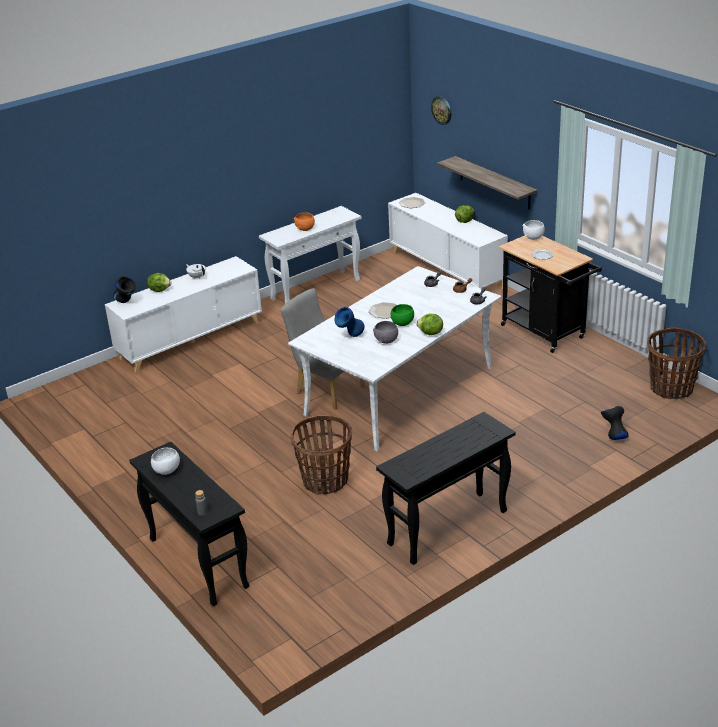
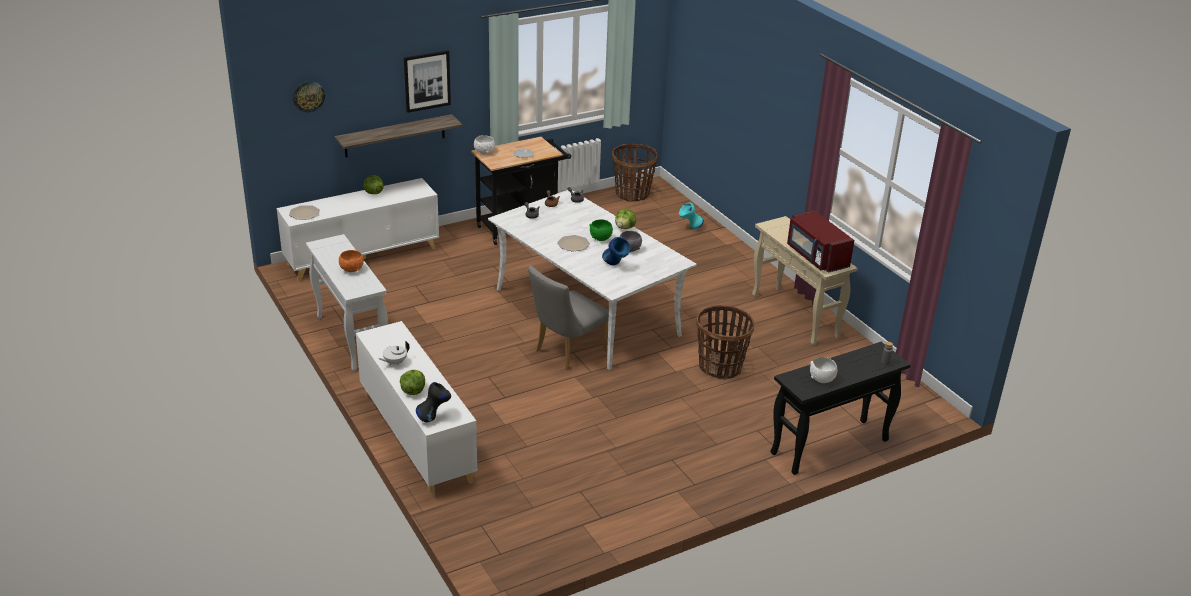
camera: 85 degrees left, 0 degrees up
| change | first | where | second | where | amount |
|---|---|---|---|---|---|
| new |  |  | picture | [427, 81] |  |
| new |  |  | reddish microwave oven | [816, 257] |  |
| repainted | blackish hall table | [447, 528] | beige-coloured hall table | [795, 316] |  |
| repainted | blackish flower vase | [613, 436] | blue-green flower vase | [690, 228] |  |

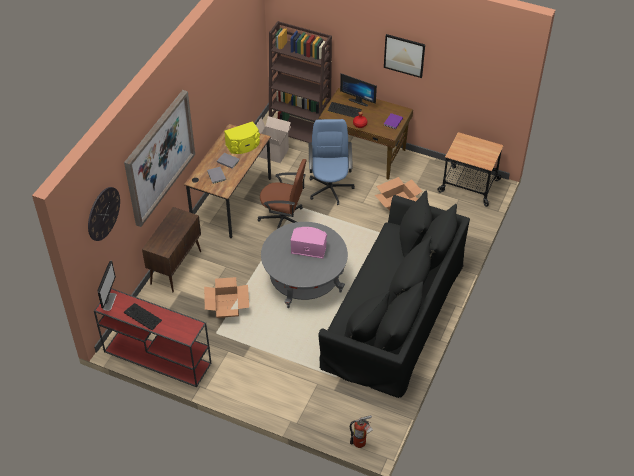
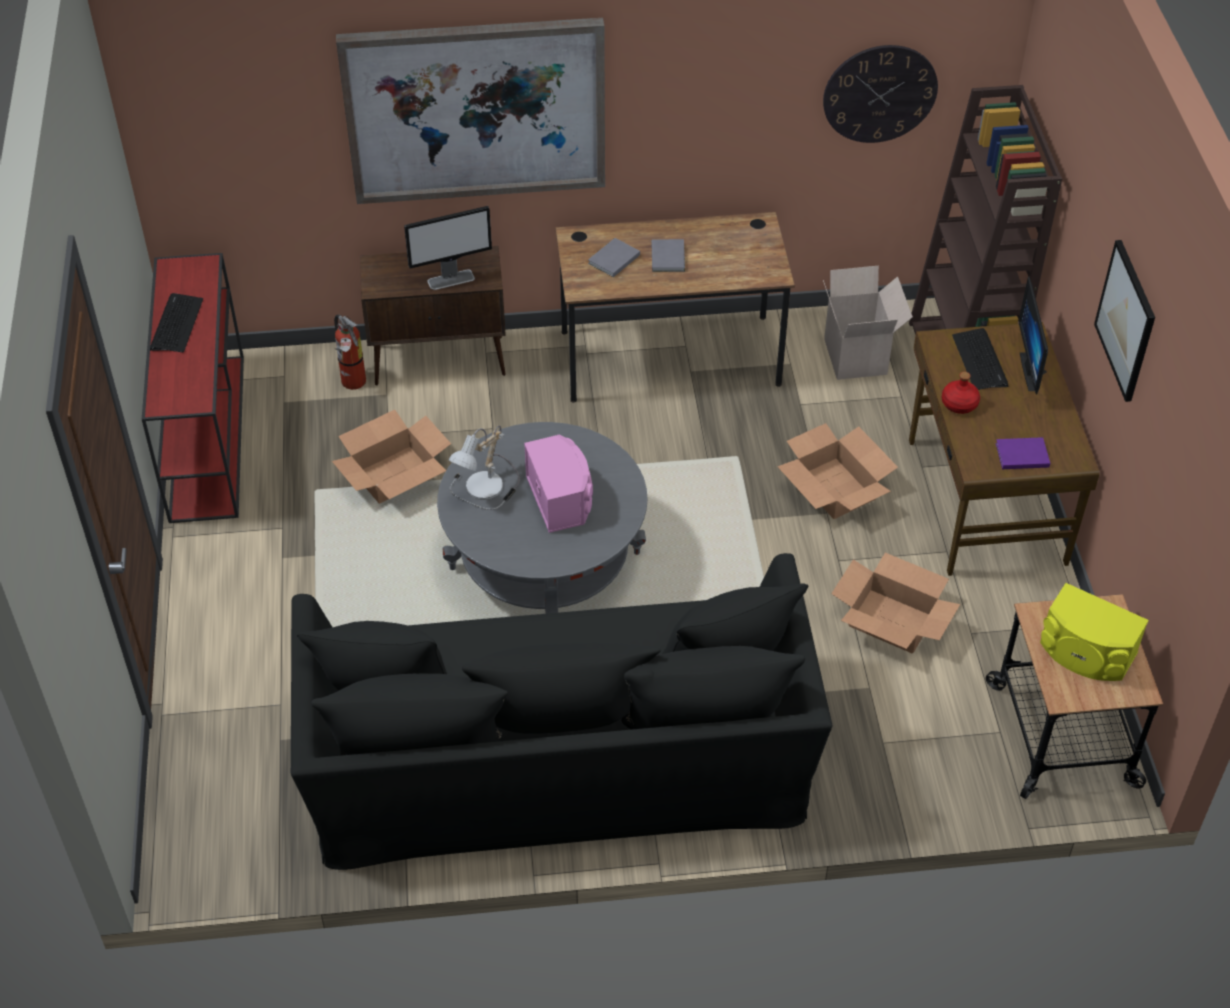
camera: 60 degrees right, 0 degrees up
| change | first | where | second | where | amount |
|---|---|---|---|---|---|
| gone | brownish desk chair | [283, 220] |  |  |  |
| new |  |  | table lamp | [486, 489] |  |
| shifted | hanging clock | [103, 213] |  | [880, 93] |  |
| shifted | monitor | [109, 301] |  | [451, 279] |  |
| shifted | yellow audio speaker | [243, 145] |  | [1085, 653] |  |
| shifted | fire extinguisher | [361, 443] |  | [353, 384] |  |
| swapped | bluish desk chair | [330, 188] | packing box | [835, 488] |  |

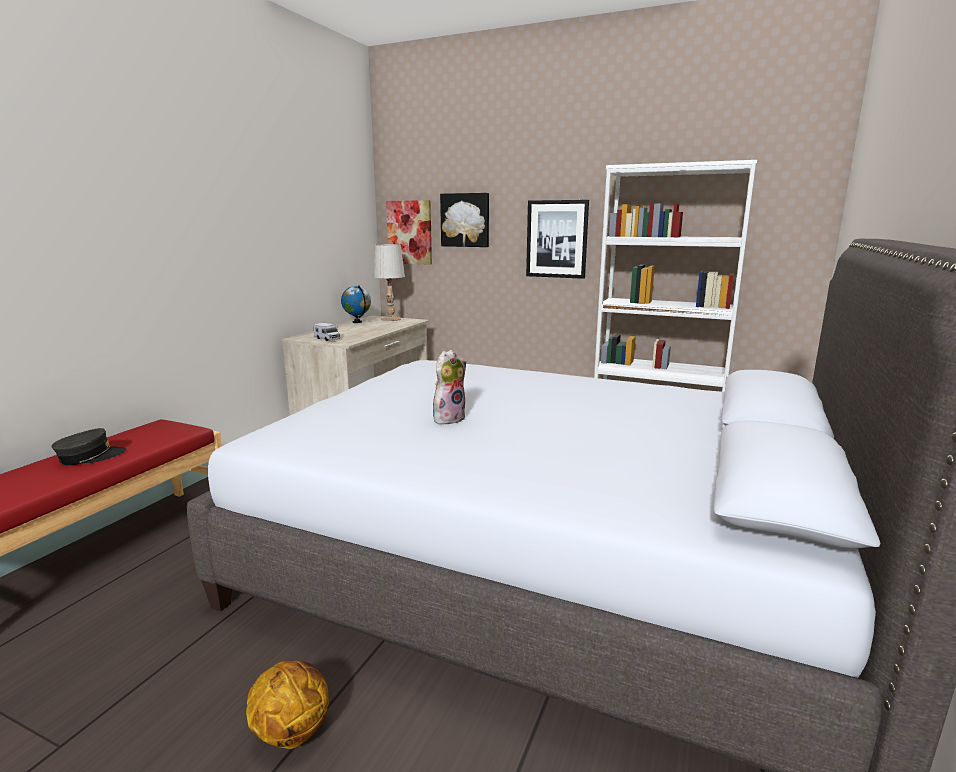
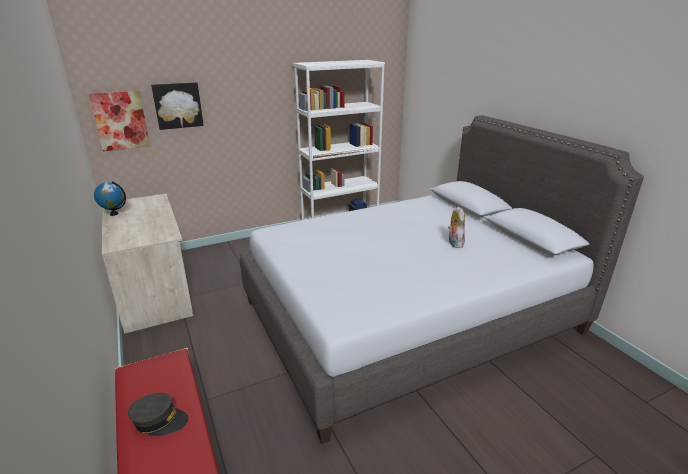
camera: 50 degrees left, 10 degrees up
| change | first | where | second | where | amount |
|---|---|---|---|---|---|
| gone | basketball | [291, 731] |  |  |  |
| gone | toy lorry | [327, 339] |  |  |  |
| gone | white-coloured table lamp | [390, 319] |  |  |  |
| gone | picture | [557, 239] |  |  |  |
| shifted | soft toy | [448, 418] |  | [454, 243] |  |
| rotated | gray cap | [90, 457] |  | [159, 420] | 90 degrees clockwise |

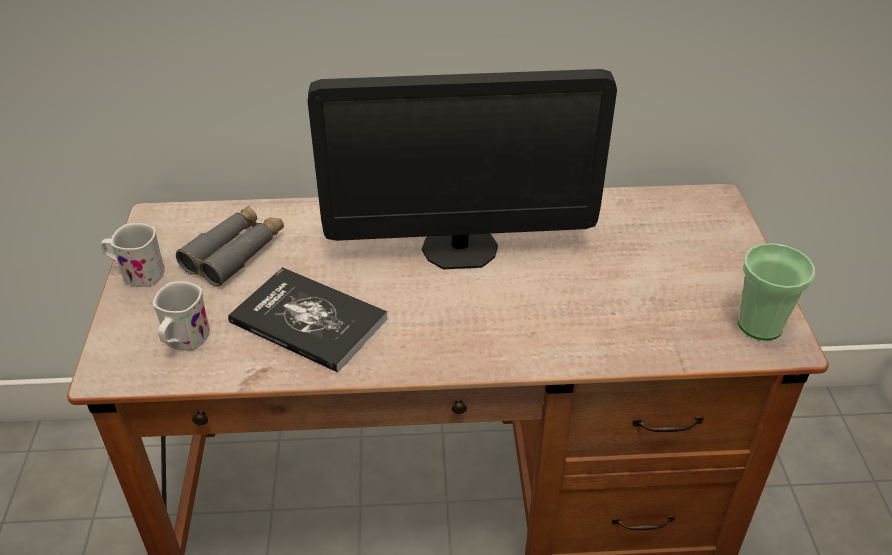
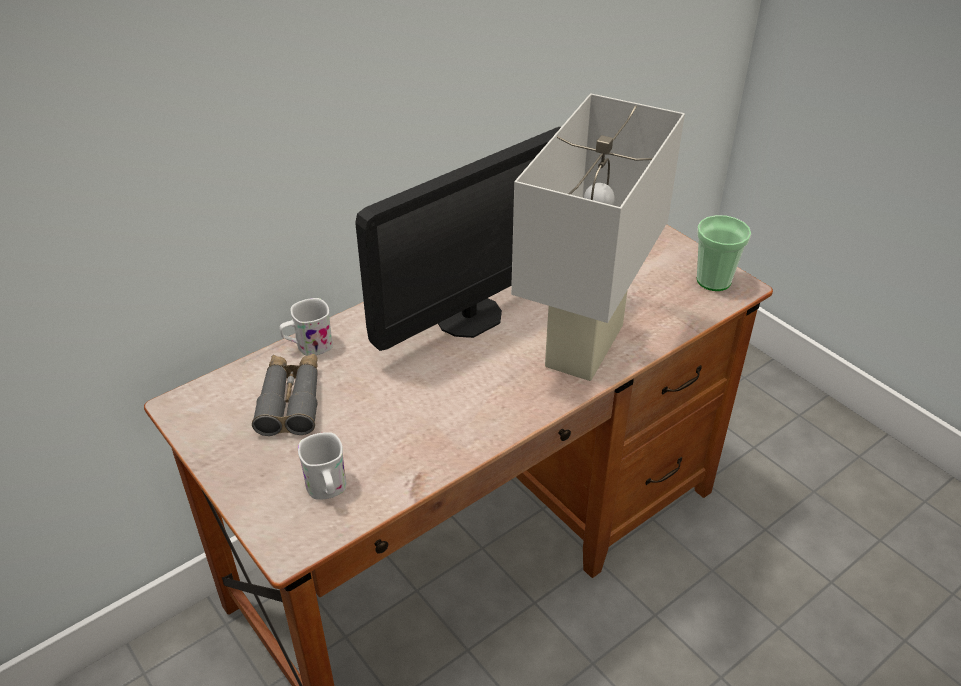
camera: 35 degrees left, 0 degrees up
| change | first | where | second | where | amount |
|---|---|---|---|---|---|
| gone | book | [308, 320] |  |  |  |
| new |  |  | white-coloured table lamp | [584, 346] |  |
| shifted | white-coloured coffee mug | [137, 274] |  | [308, 346] |  |

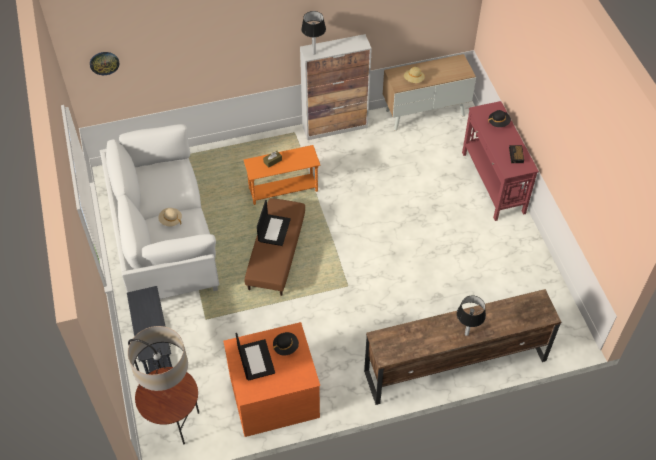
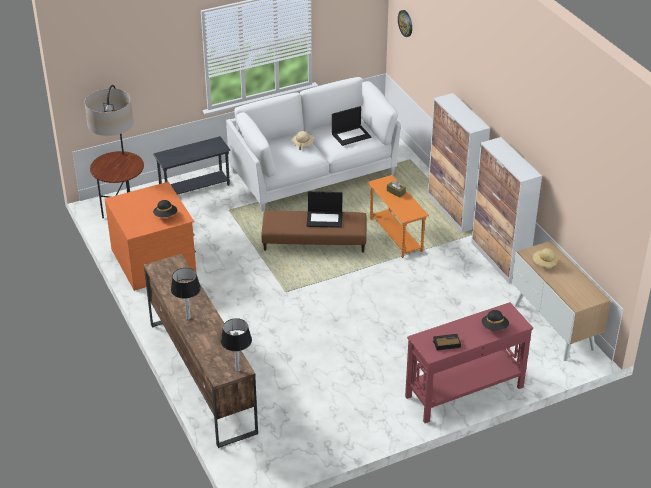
camera: 80 degrees right, 15 degrees down
| change | first | where | second | where | amount |
|---|---|---|---|---|---|
| new |  |  | cabinet | [453, 211] |  |
| shifted | notebook computer | [255, 359] |  | [351, 135] |  |
| shifted | table lamp | [313, 53] |  | [238, 370] |  |

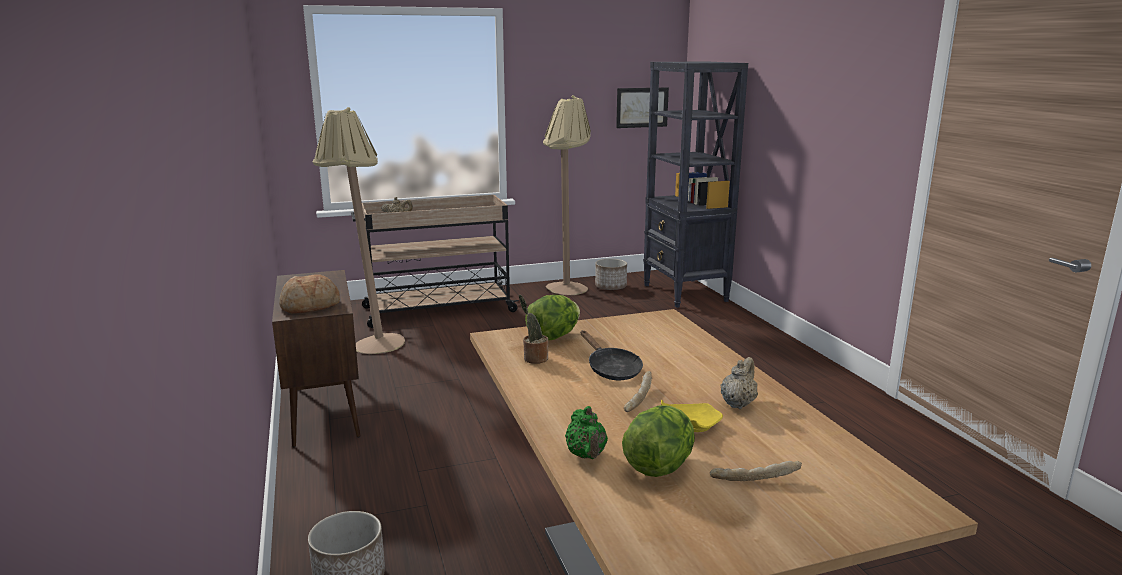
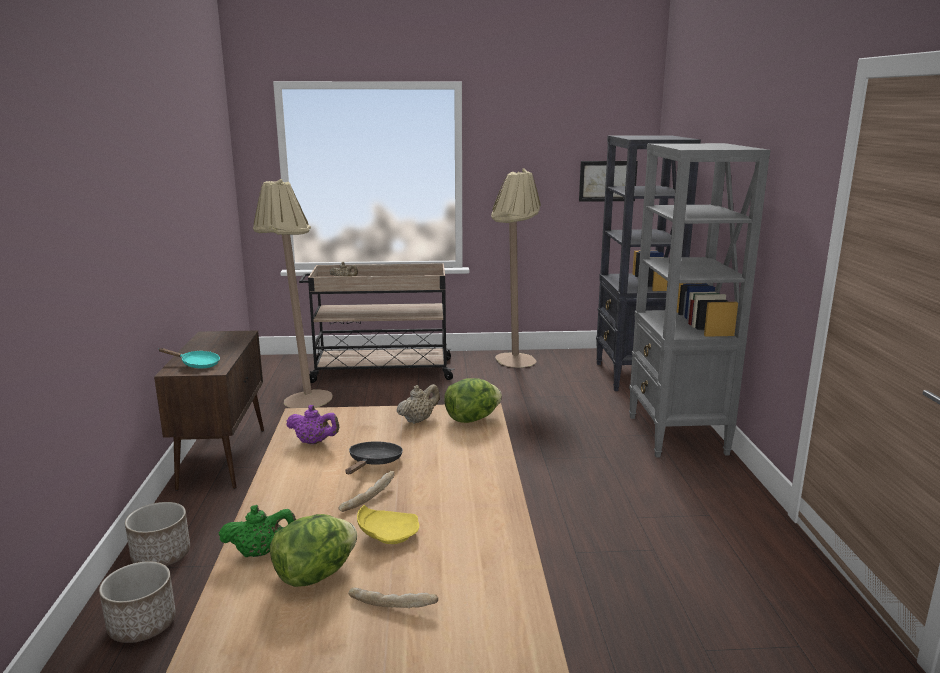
camera: 15 degrees right, 0 degrees up
| change | first | where | second | where | amount |
|---|---|---|---|---|---|
| new |  |  | gray shelving unit | [676, 435] |  |
| shifted | lettuce | [553, 336] |  | [472, 419] |  |
| shifted | planter | [610, 287] |  | [161, 555] |  |
| shifted | beige-coloured tea pot | [738, 403] |  | [418, 420] |  |
| swapped | bakery bread | [310, 306] | blue-green frying pan | [197, 364] |  |
| swapped | potted plant | [534, 358] | purple tea pot | [314, 442] |  |
| rotated | green tea pot | [586, 456] |  | [260, 552] | 105 degrees counterclockwise |
| rotated | blackish frying pan | [611, 369] |  | [373, 463] | 150 degrees counterclockwise |

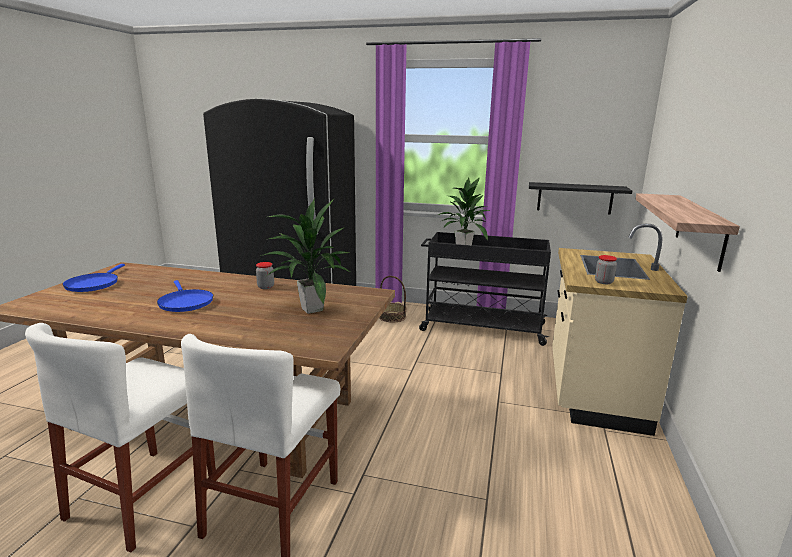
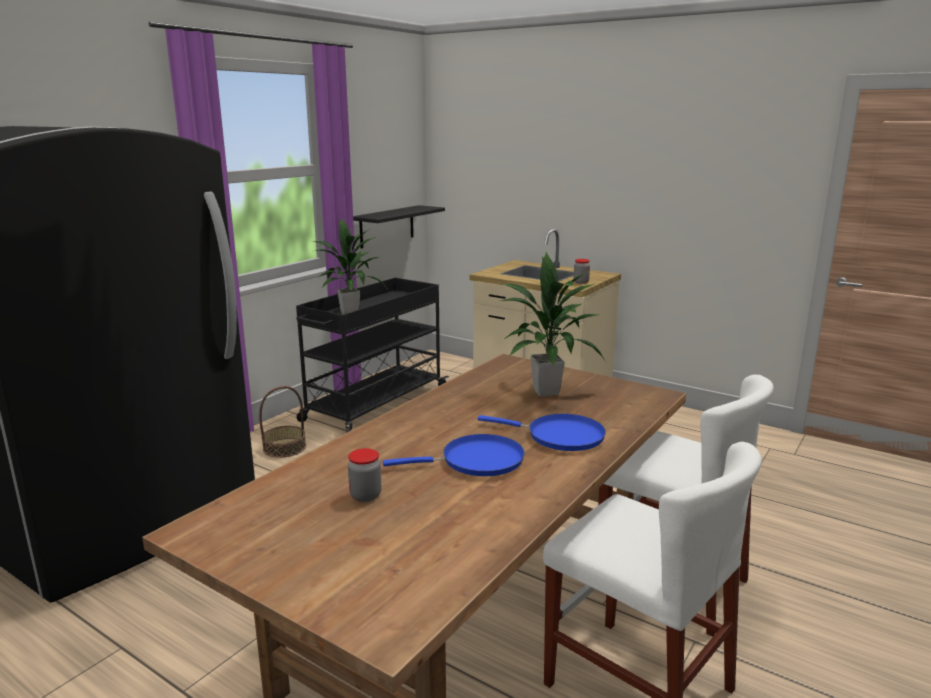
camera: 70 degrees left, 0 degrees up
| change | first | where | second | where | amount |
|---|---|---|---|---|---|
| gone | shelf | [700, 230] |  |  |  |
| shifted | bluish frying pan | [94, 284] |  | [559, 436] |  |
| shifted | preserve jar | [266, 287] |  | [365, 496] |  |

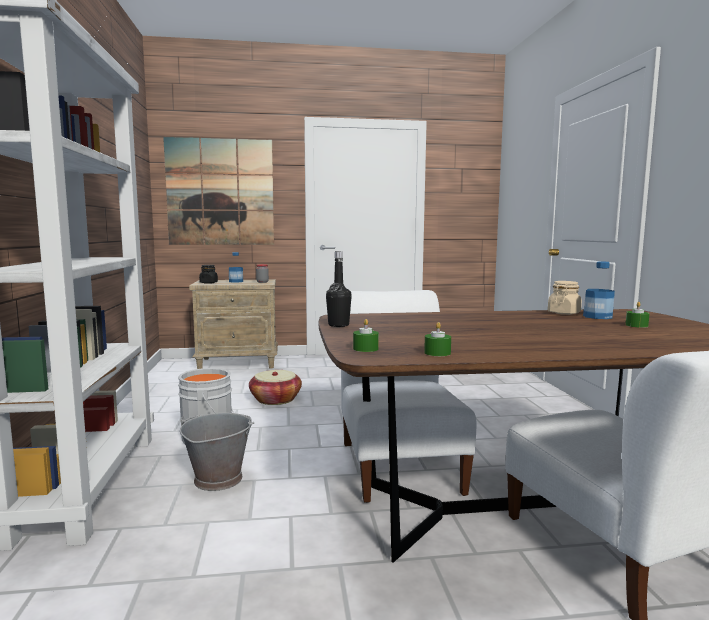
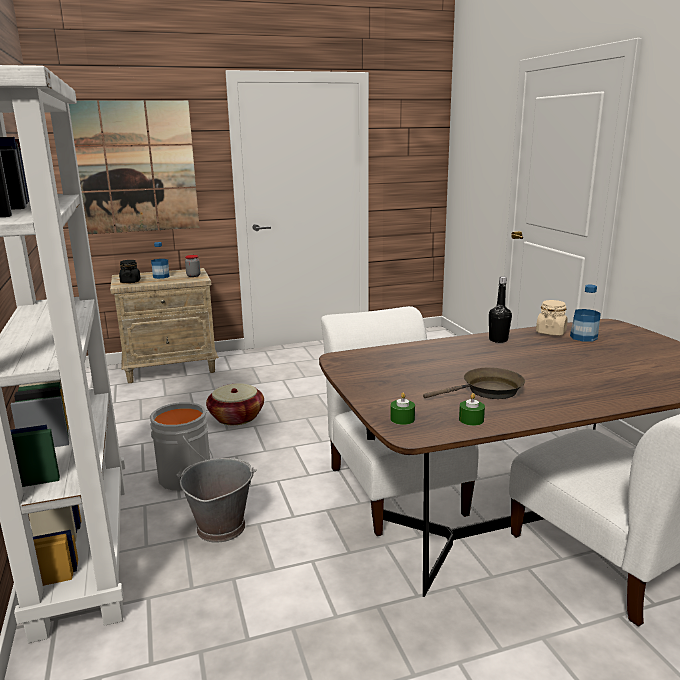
camera: 10 degrees left, 10 degrees up
| change | first | where | second | where | amount |
|---|---|---|---|---|---|
| gone | green wax light | [636, 325] |  |  |  |
| new |  |  | brownish frying pan | [487, 391] |  |
| shifted | blackish beverage bottle | [338, 325] |  | [498, 340] |  |

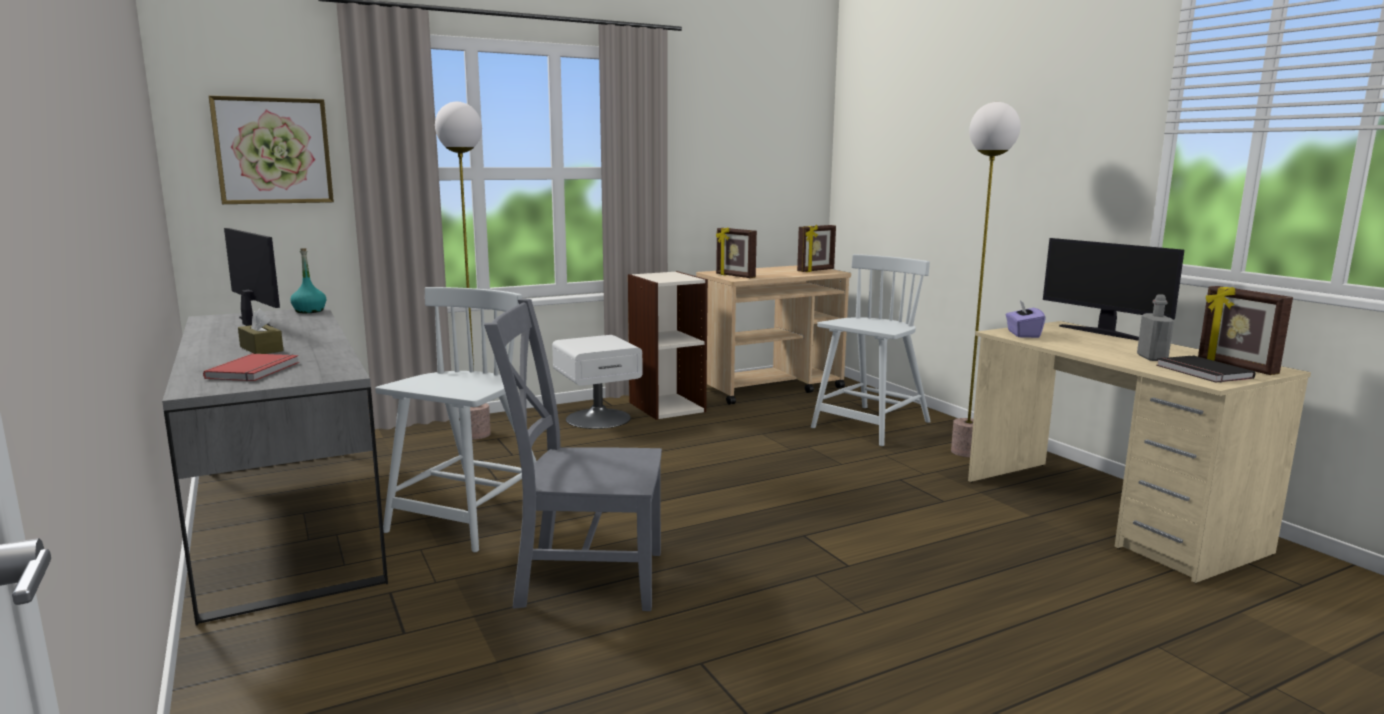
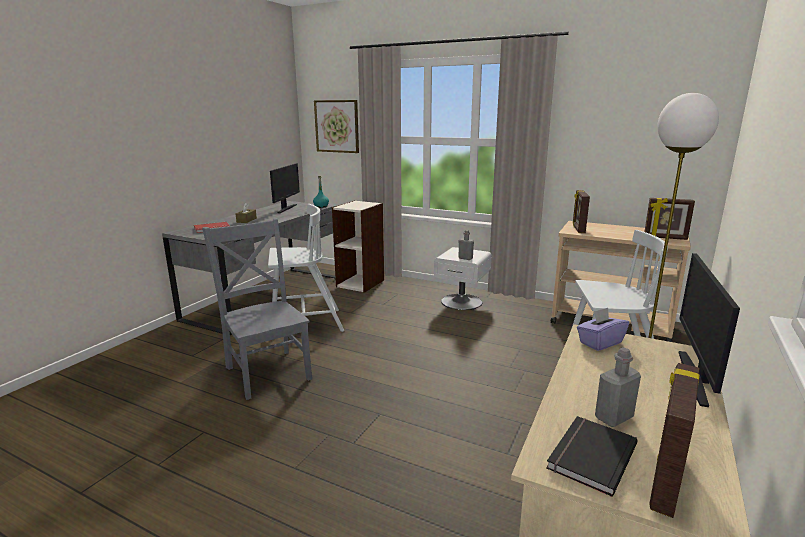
camera: 55 degrees right, 5 degrees up
| change | first | where | second | where | amount |
|---|---|---|---|---|---|
| gone | standard lamp | [476, 434] |  |  |  |
| new |  |  | gray beverage bottle | [465, 258] |  |
| shifted | shelving unit | [666, 407] |  | [361, 283] |  |

